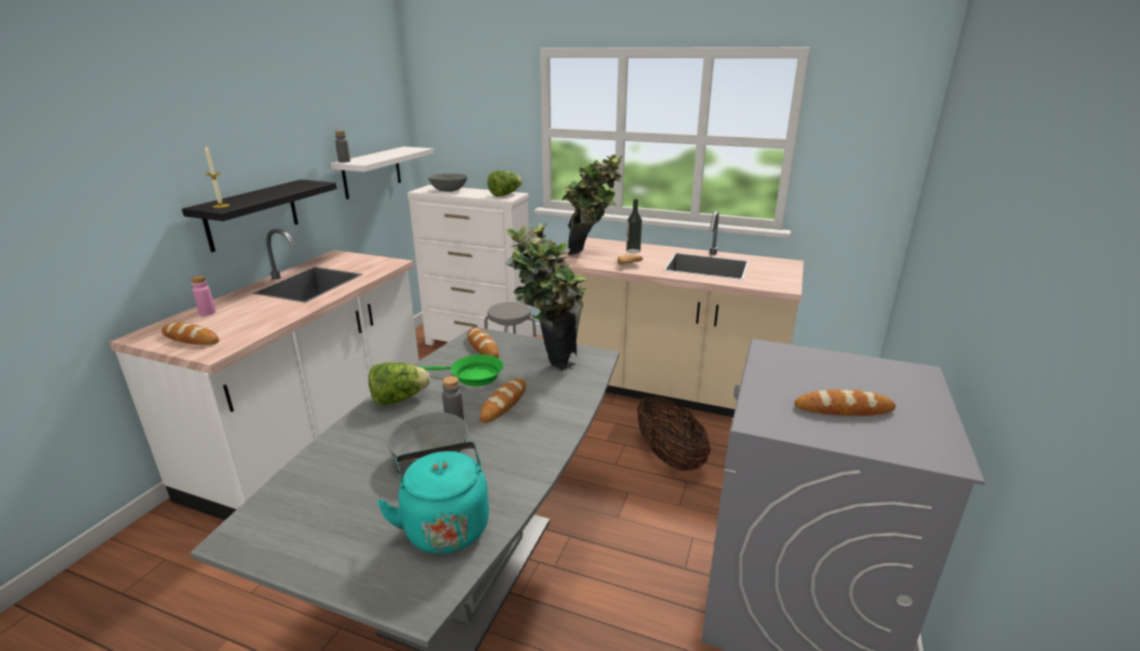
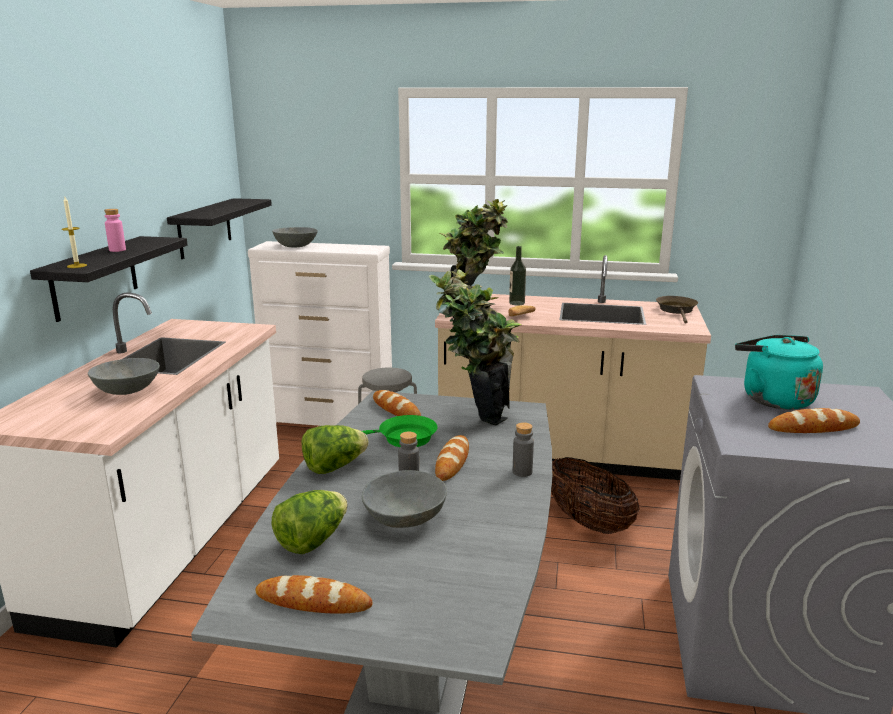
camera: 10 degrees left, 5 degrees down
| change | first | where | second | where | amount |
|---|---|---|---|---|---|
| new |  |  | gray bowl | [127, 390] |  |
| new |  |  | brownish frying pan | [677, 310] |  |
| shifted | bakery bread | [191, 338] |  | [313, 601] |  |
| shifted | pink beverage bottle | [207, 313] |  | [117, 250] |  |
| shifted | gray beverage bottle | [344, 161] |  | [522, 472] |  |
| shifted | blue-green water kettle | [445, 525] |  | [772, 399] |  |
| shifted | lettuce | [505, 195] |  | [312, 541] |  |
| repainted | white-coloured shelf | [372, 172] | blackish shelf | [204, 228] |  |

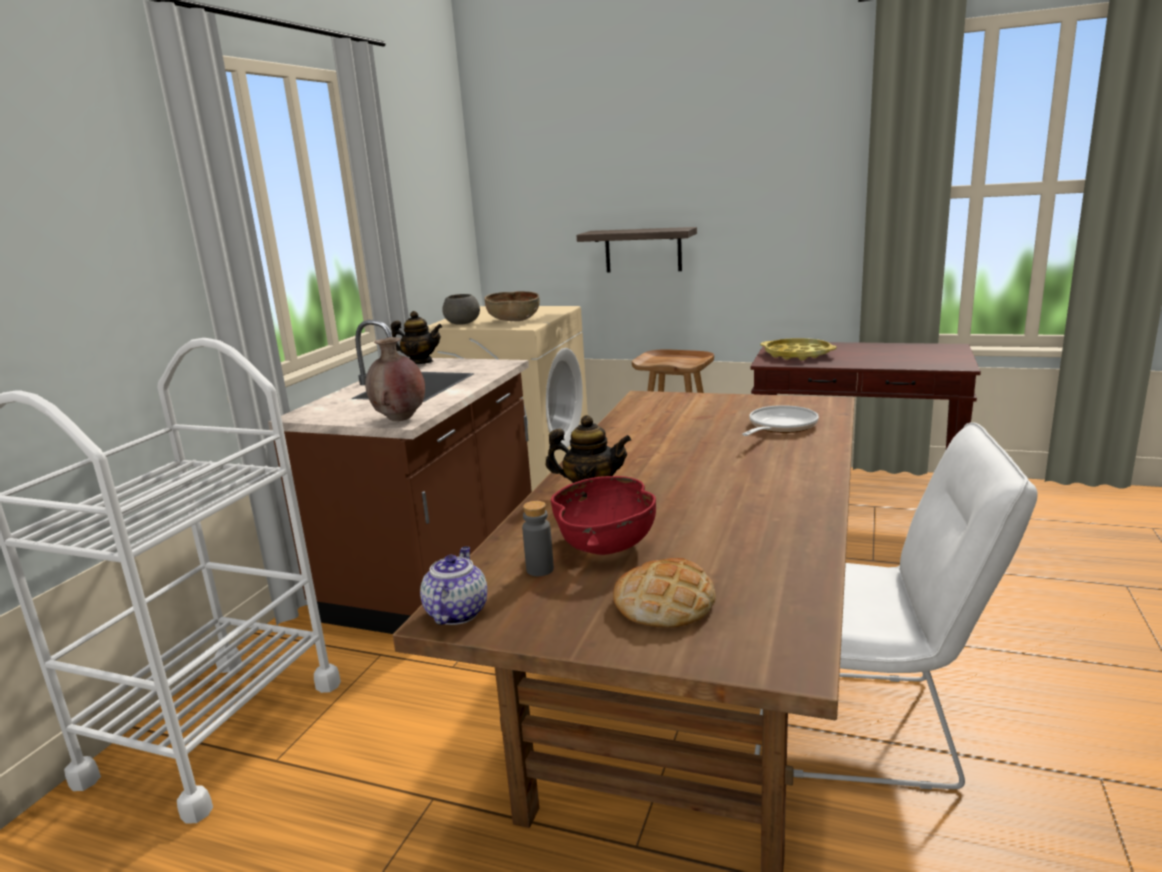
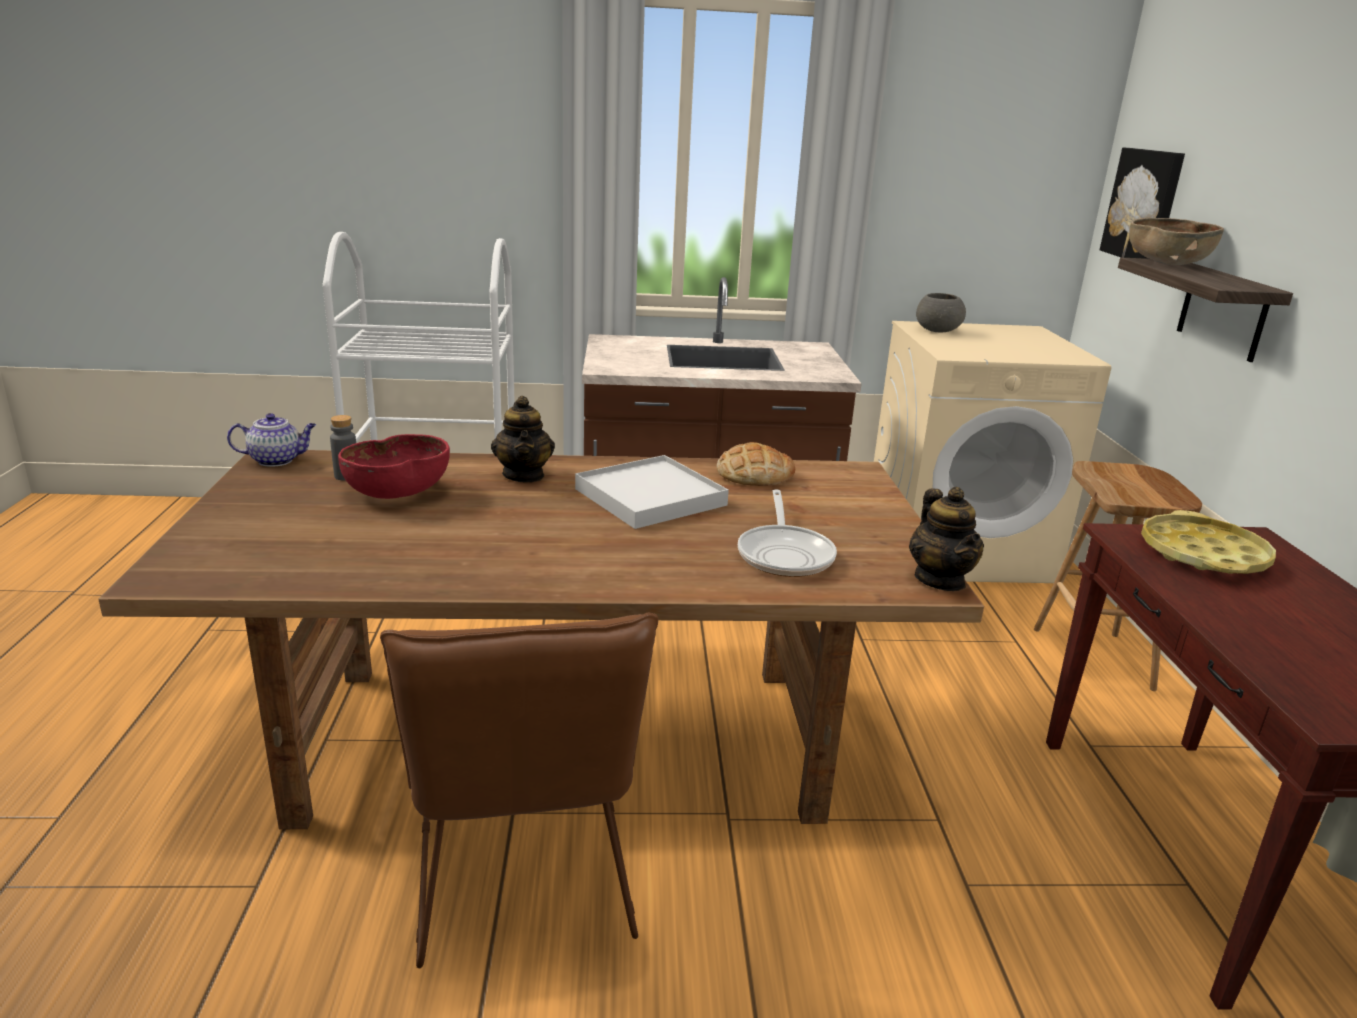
camera: 65 degrees right, 5 degrees up
| change | first | where | second | where | amount |
|---|---|---|---|---|---|
| gone | brownish flower vase | [400, 419] |  |  |  |
| new |  |  | white-coloured tray | [651, 497] |  |
| new |  |  | picture | [1144, 205] |  |
| shifted | tea pot | [420, 362] |  | [940, 580] |  |
| shifted | brownish bowl | [513, 320] |  | [1168, 263] |  |
| shifted | bakery bread | [664, 603] |  | [754, 474] |  |
| repainted | white-coloured chair | [864, 726] | brownish chair | [523, 881] |  |
| rotated | frying pan | [779, 427] |  | [785, 554] | 75 degrees clockwise |

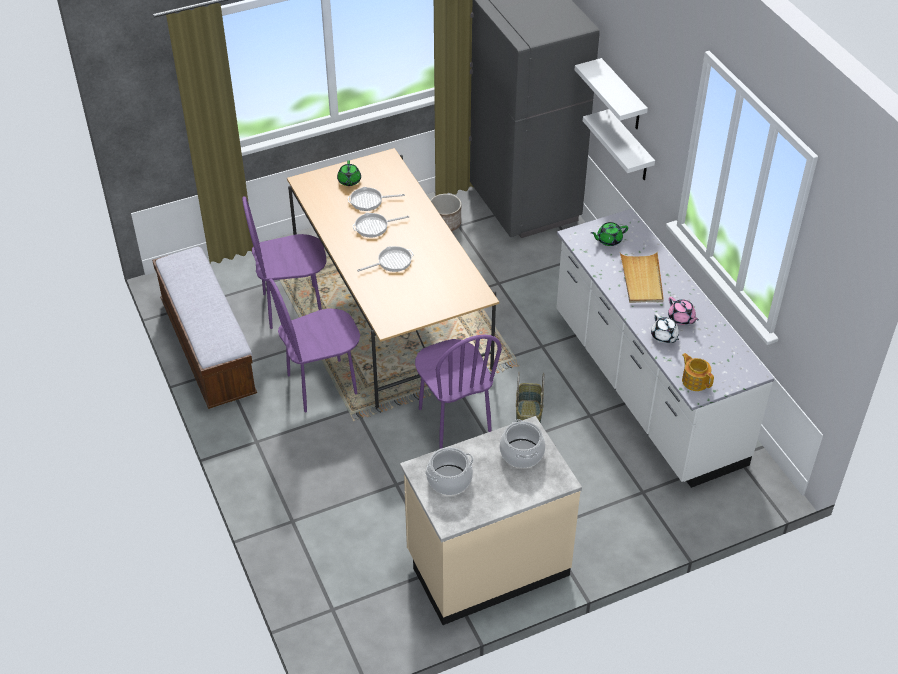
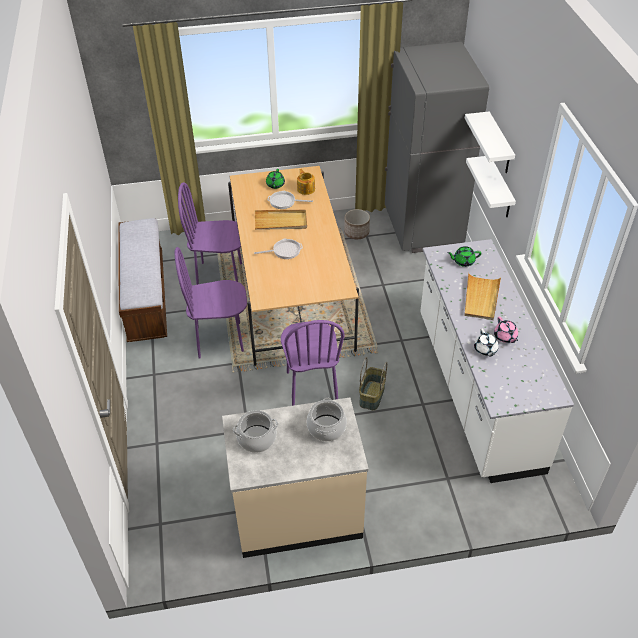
camera: 15 degrees right, 0 degrees up
| change | first | where | second | where | amount |
|---|---|---|---|---|---|
| shifted | tea pot | [695, 380] |  | [306, 189] |  |
| swapped | frying pan | [374, 226] | beige-coloured tray | [281, 222] |  |

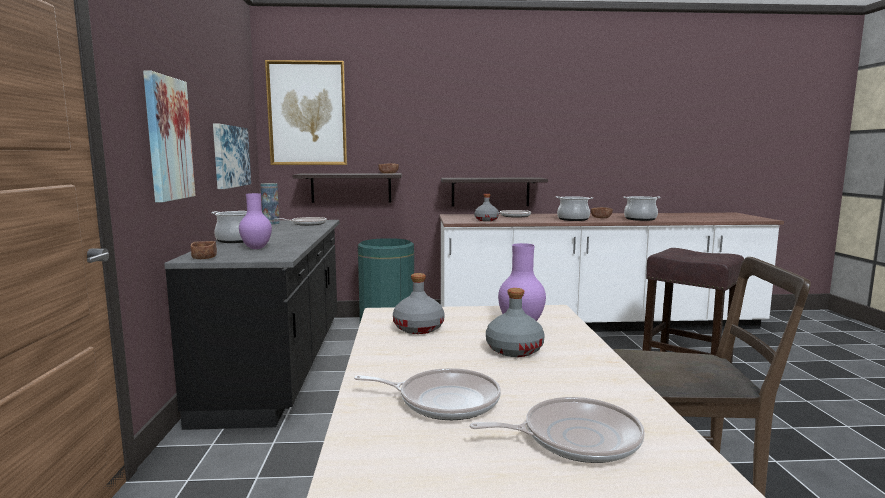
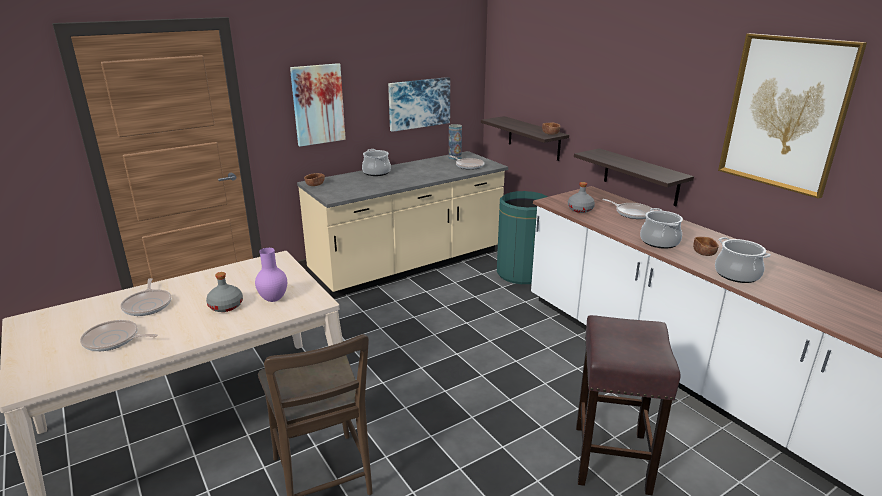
camera: 60 degrees right, 15 degrees up
| change | first | where | second | where | amount |
|---|---|---|---|---|---|
| gone | purple flower vase | [256, 248] |  |  |  |
| gone | gray beverage bottle | [419, 328] |  |  |  |
| shifted | picture | [307, 113] |  | [785, 113] |  |
| repainted | blackish kitchen counter | [280, 365] | beige-coloured kitchen counter | [409, 265] |  |
| rotated | frying pan | [575, 438] |  | [114, 340] | 135 degrees clockwise |

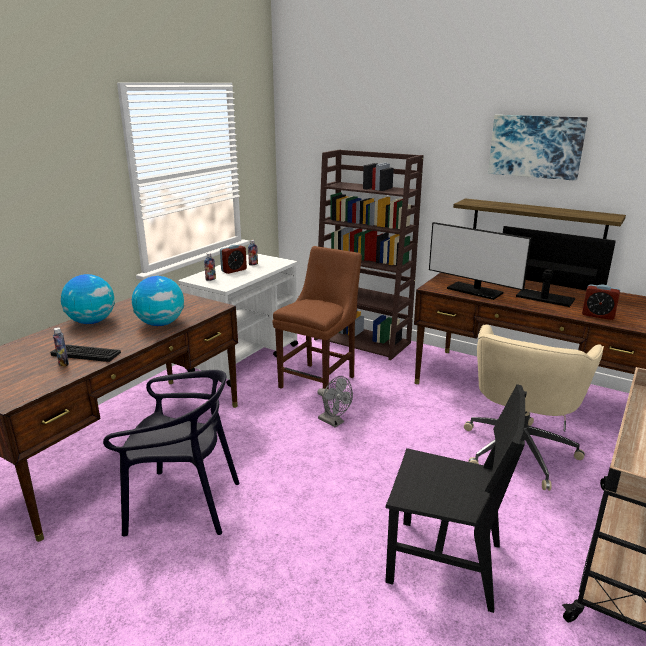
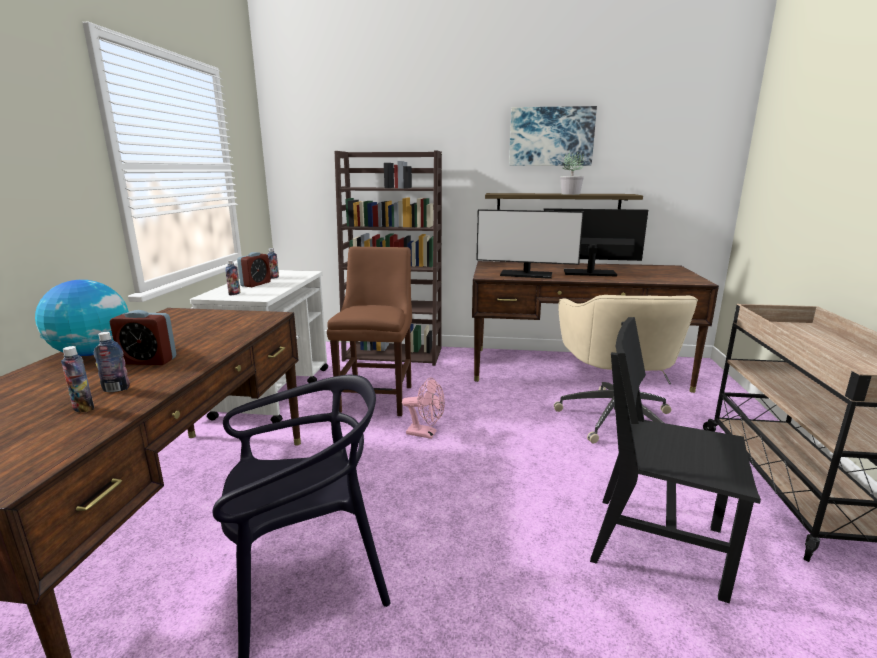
camera: 25 degrees left, 5 degrees down
| change | first | where | second | where | amount |
|---|---|---|---|---|---|
| gone | desk globe | [160, 324] |  |  |  |
| new |  |  | potted plant | [570, 194] |  |
| shifted | bedside clock | [598, 315] |  | [148, 361] |  |
| swapped | keyboard | [86, 353] | beverage bottle | [116, 389] |  |
| repainted | gray electric fan | [334, 422] | pink electric fan | [426, 433] |  |
| rotated | blackish chair | [445, 563] |  | [657, 544] | 150 degrees counterclockwise |

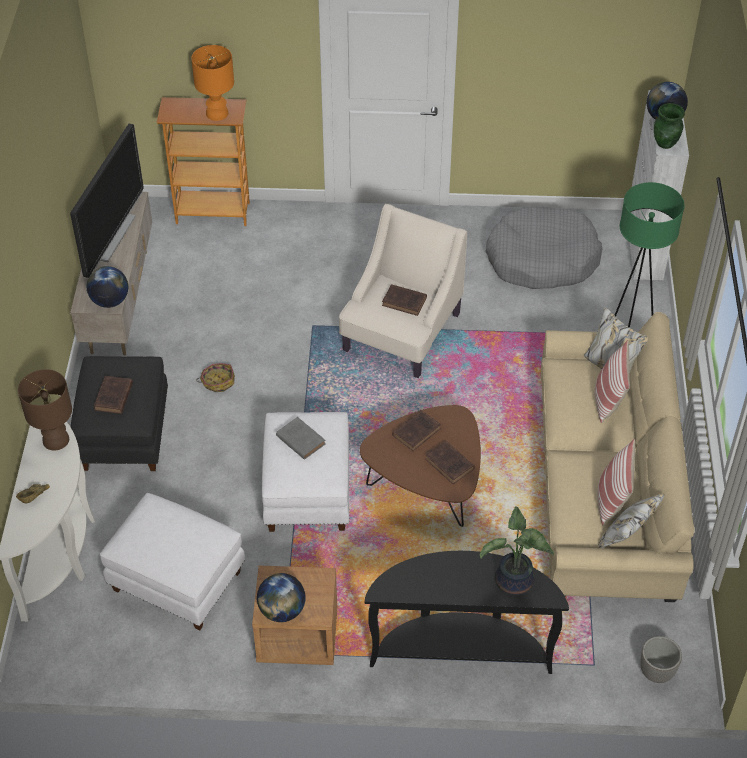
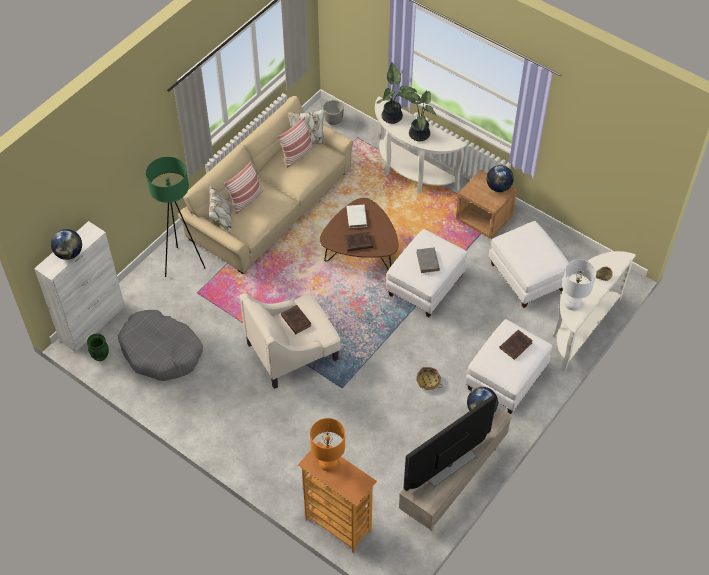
camera: 145 degrees left, 5 degrees up
| change | first | where | second | where | amount |
|---|---|---|---|---|---|
| new |  |  | potted plant | [418, 134] |  |
| shifted | green flower vase | [665, 143] |  | [100, 356] |  |
| repainted | brownish table lamp | [55, 440] | white-coloured table lamp | [572, 303] |  |
| repainted | blackish footrest | [123, 433] | white-coloured footrest | [506, 379] |  |
| repainted | blackish hall table | [460, 648] | white-coloured hall table | [410, 174] |  |
| repainted | brownish book | [450, 465] | white-coloured book | [356, 217] |  |

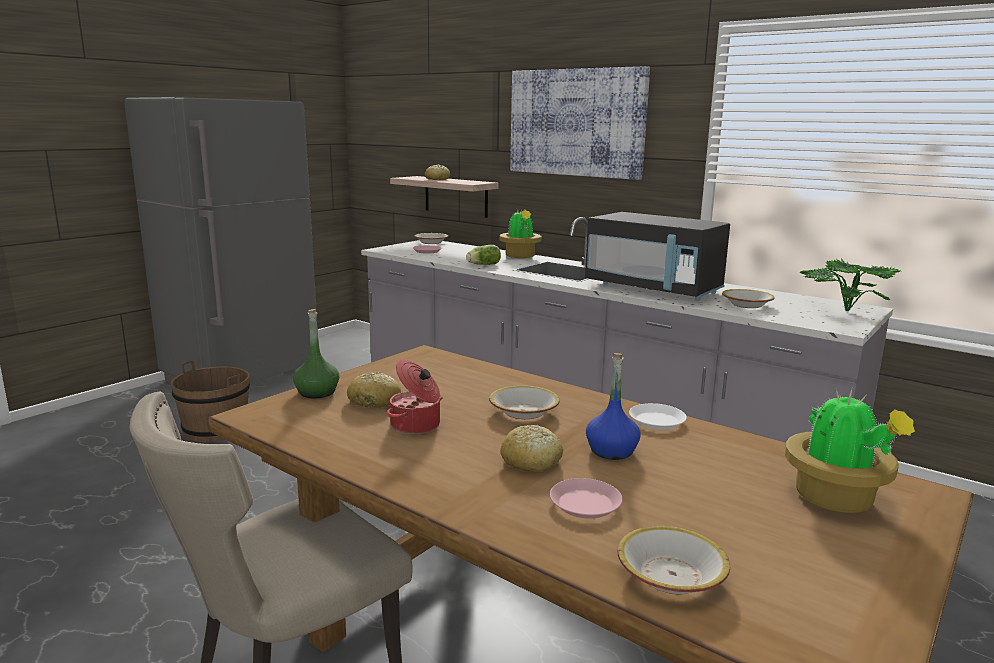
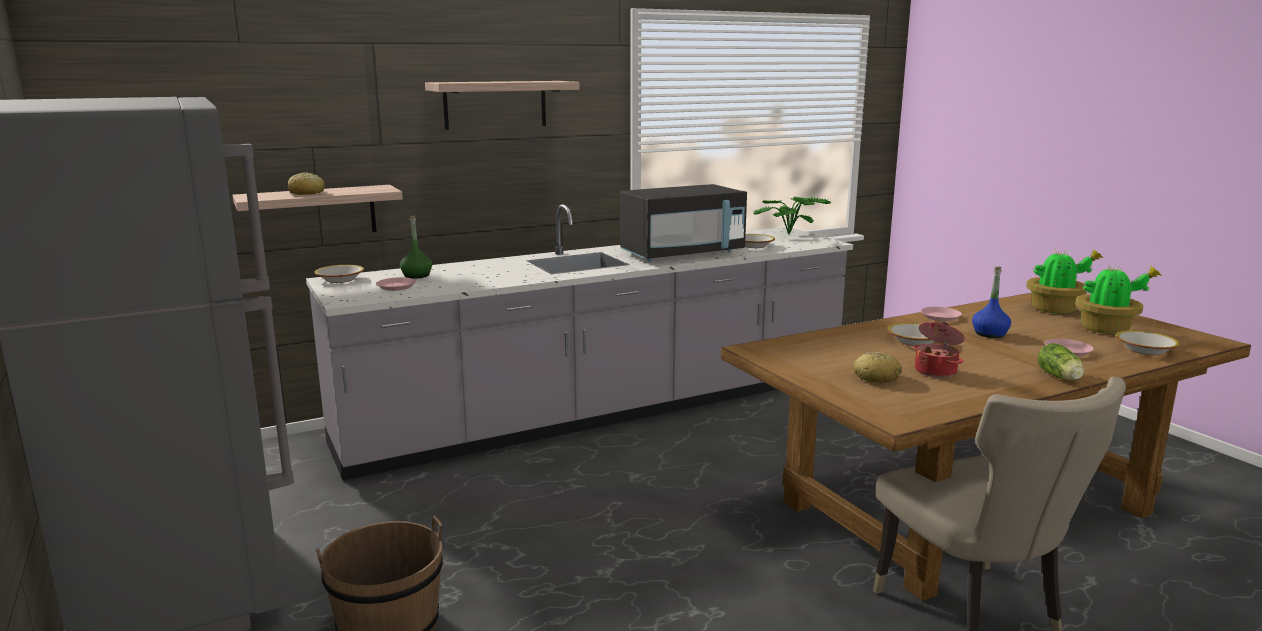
camera: 65 degrees left, 0 degrees up
| change | first | where | second | where | amount |
|---|---|---|---|---|---|
| gone | bakery bread | [531, 461] |  |  |  |
| shifted | green beverage bottle | [317, 392] |  | [416, 276] |  |
| shifted | lettuce | [482, 265] |  | [1060, 377] |  |
| shifted | potted plant | [520, 256] |  | [1107, 329] |  |
| swapped | picture | [577, 123] | shelf | [495, 104] |  |
| repainted | white-coloured dinner plate | [657, 421] | pink dinner plate | [940, 317] |  |

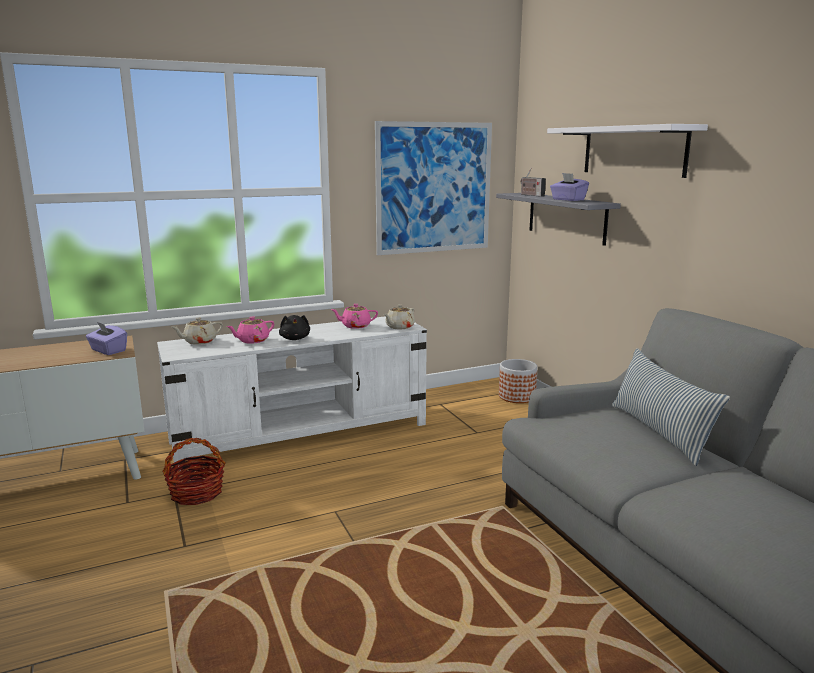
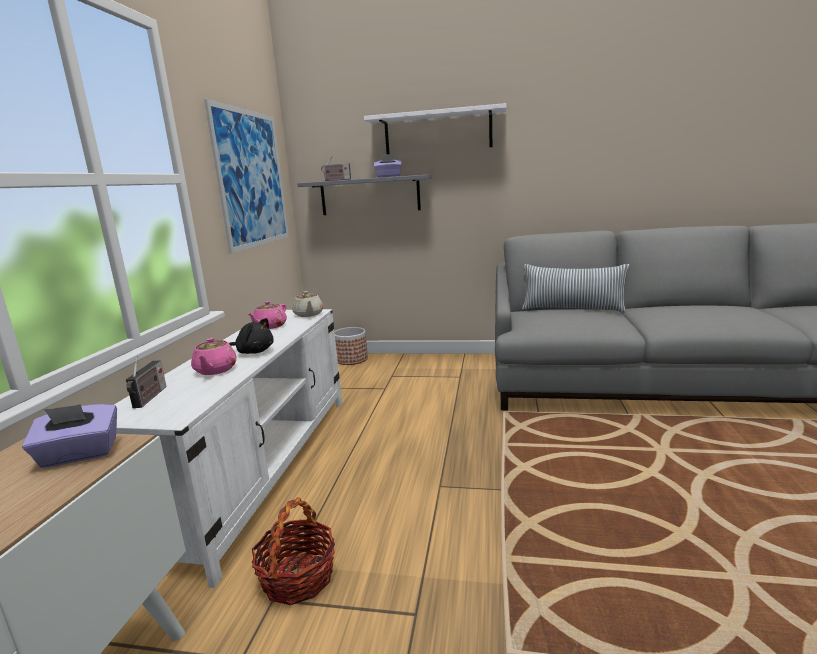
camera: 55 degrees left, 0 degrees up
| change | first | where | second | where | amount |
|---|---|---|---|---|---|
| swapped | beige-coloured tea pot | [199, 342] | radio receiver | [149, 398] |  |

